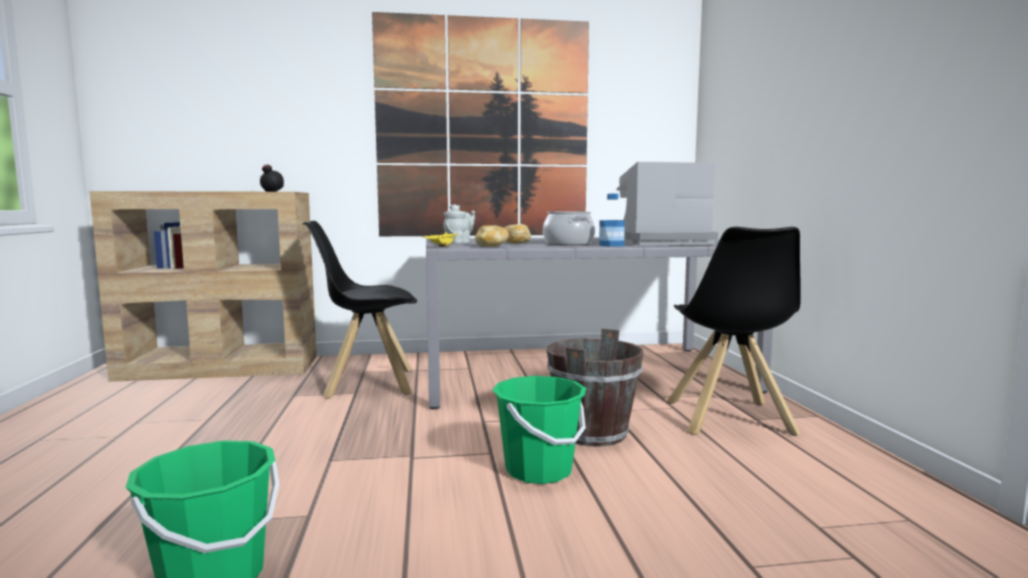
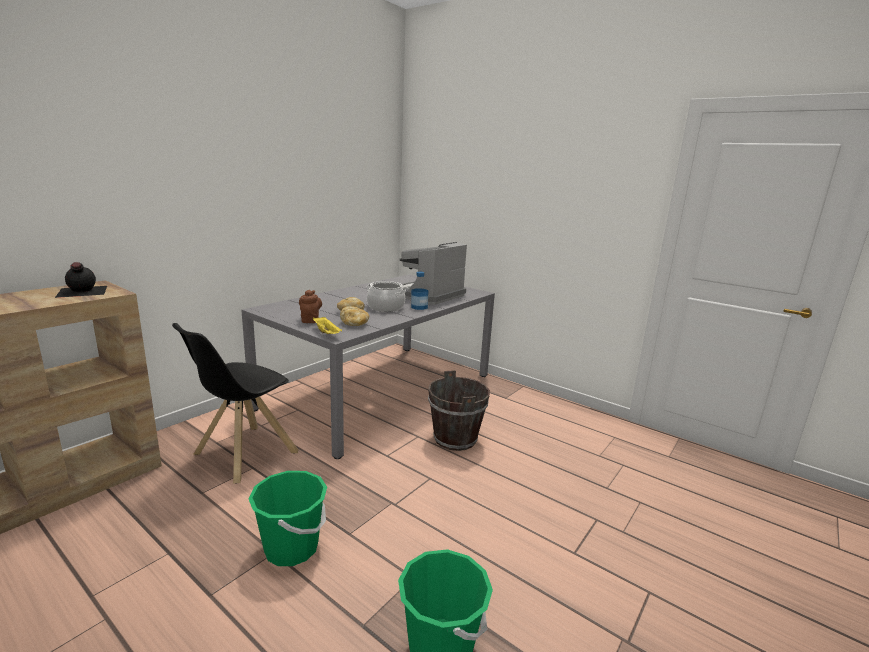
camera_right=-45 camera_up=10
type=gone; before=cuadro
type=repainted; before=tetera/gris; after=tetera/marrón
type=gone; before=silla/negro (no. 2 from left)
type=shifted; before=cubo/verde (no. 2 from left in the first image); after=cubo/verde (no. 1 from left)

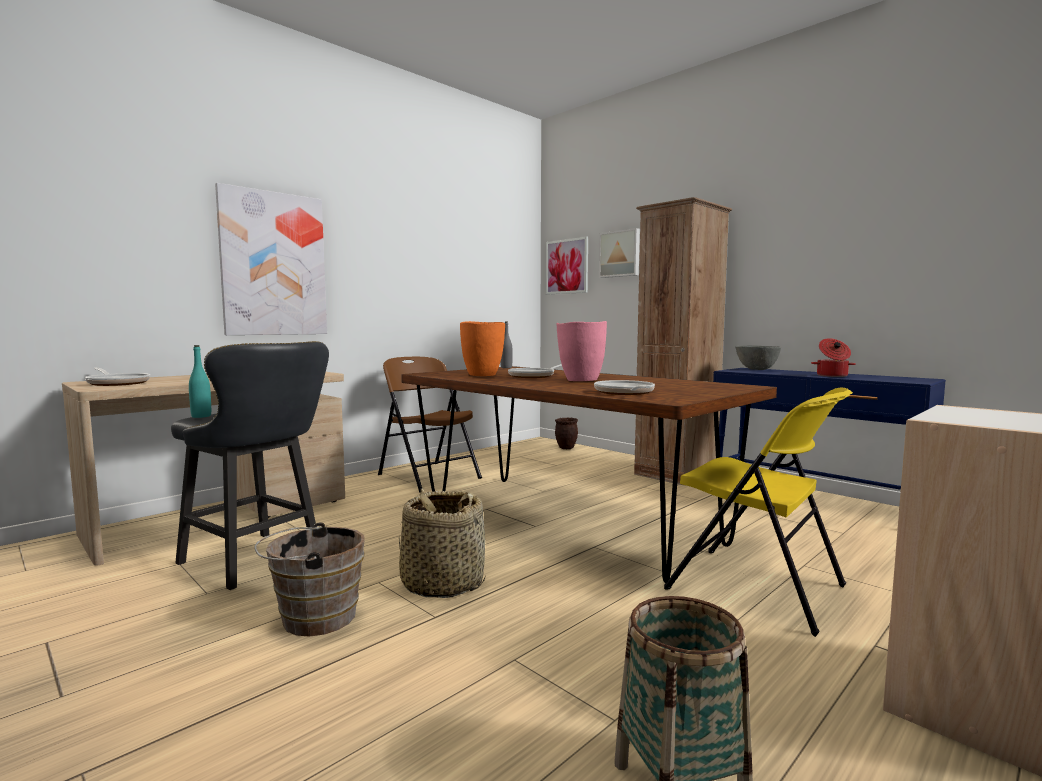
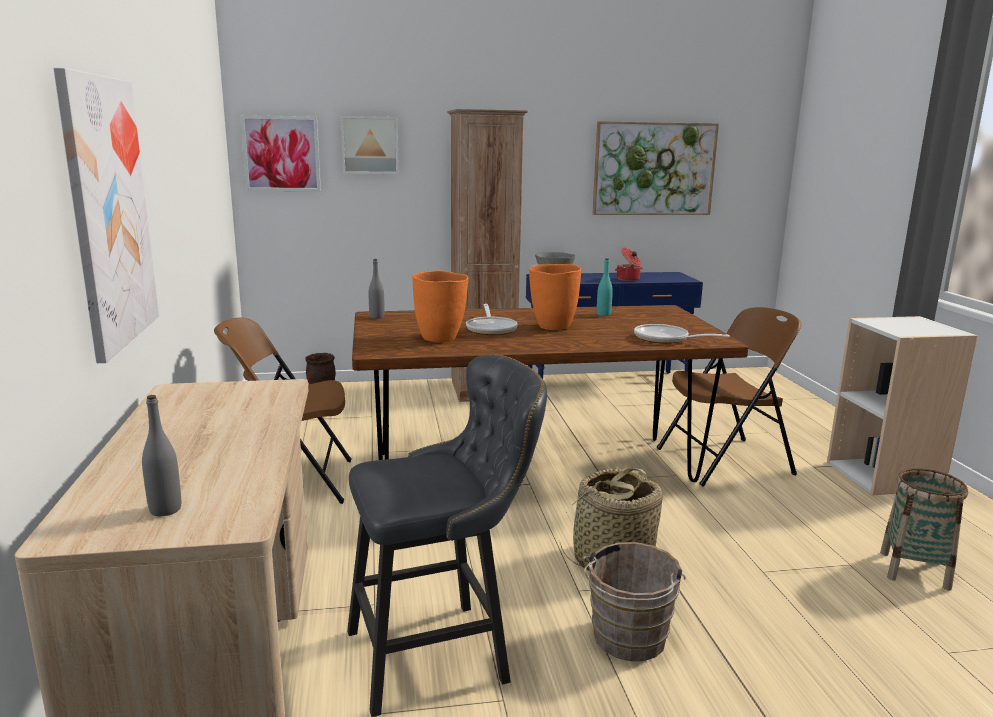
camera_right=-55 camera_up=10
type=repainted; before=florero/rosa; after=florero/naranja (no. 2 from left)
type=shifted; before=botella/turquesa
type=swapped; before=sartén (no. 1 from left); after=botella/gris (no. 1 from left)
type=repainted; before=silla/amarillo; after=silla/marrón (no. 2 from left)
type=new; after=cuadro (no. 4 from left)

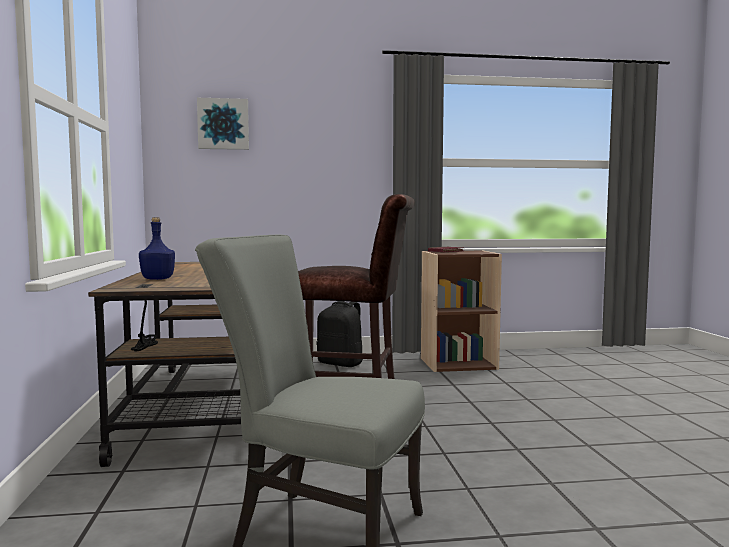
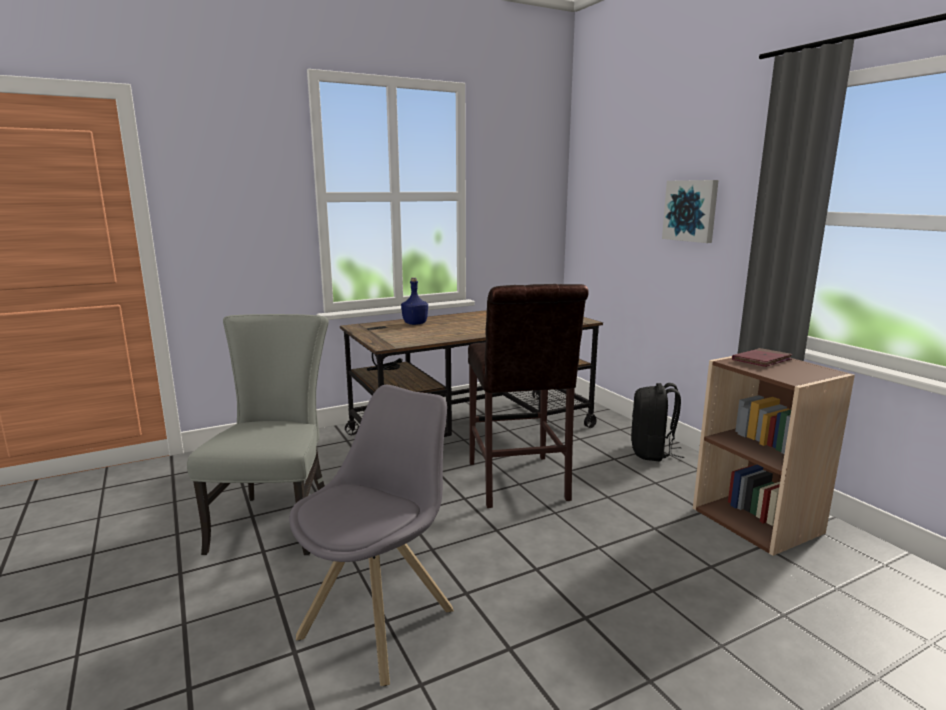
camera_right=70 camera_up=10
type=shifted; before=cuadro
type=new; after=silla/gris (no. 2 from left)

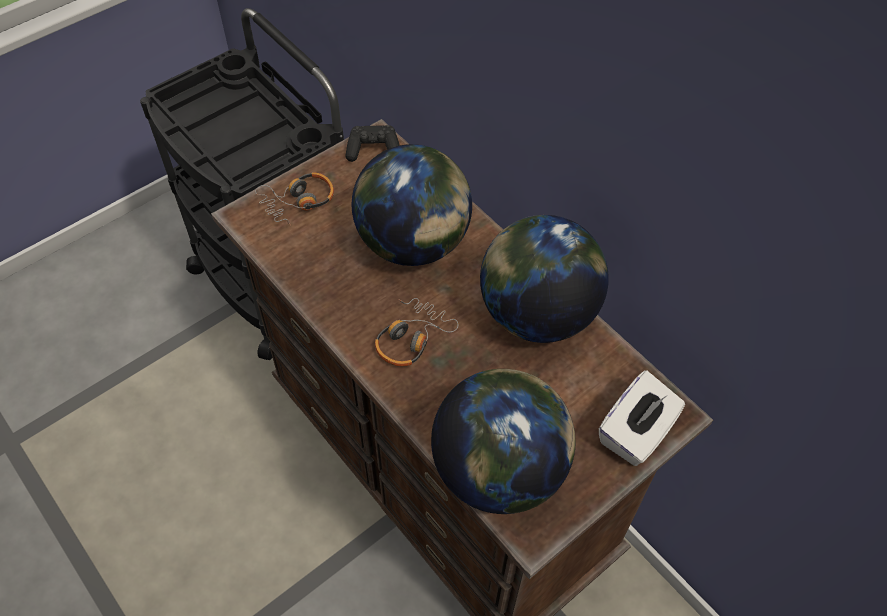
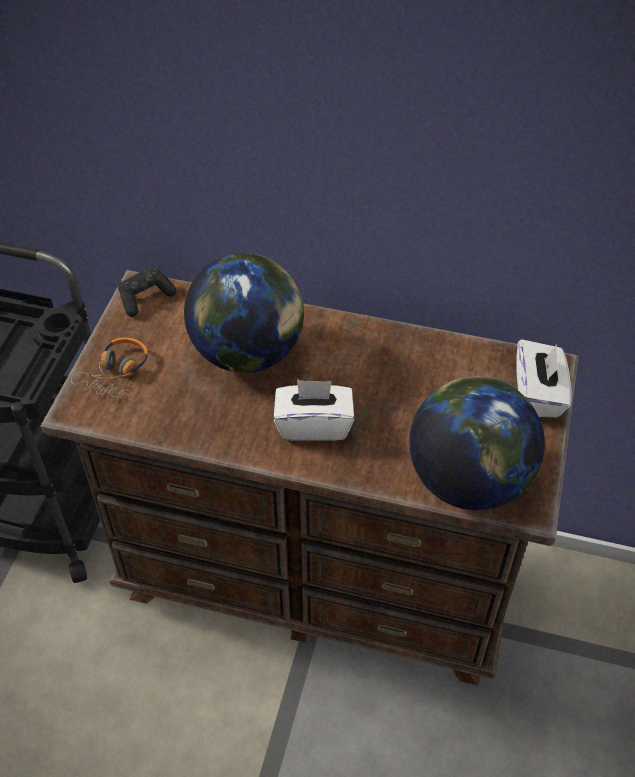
camera_right=-35 camera_up=-5
type=gone; before=globo terráqueo (no. 3 from left)
type=swapped; before=auriculares (no. 2 from left); after=caja de pañuelos/blanco (no. 1 from left)

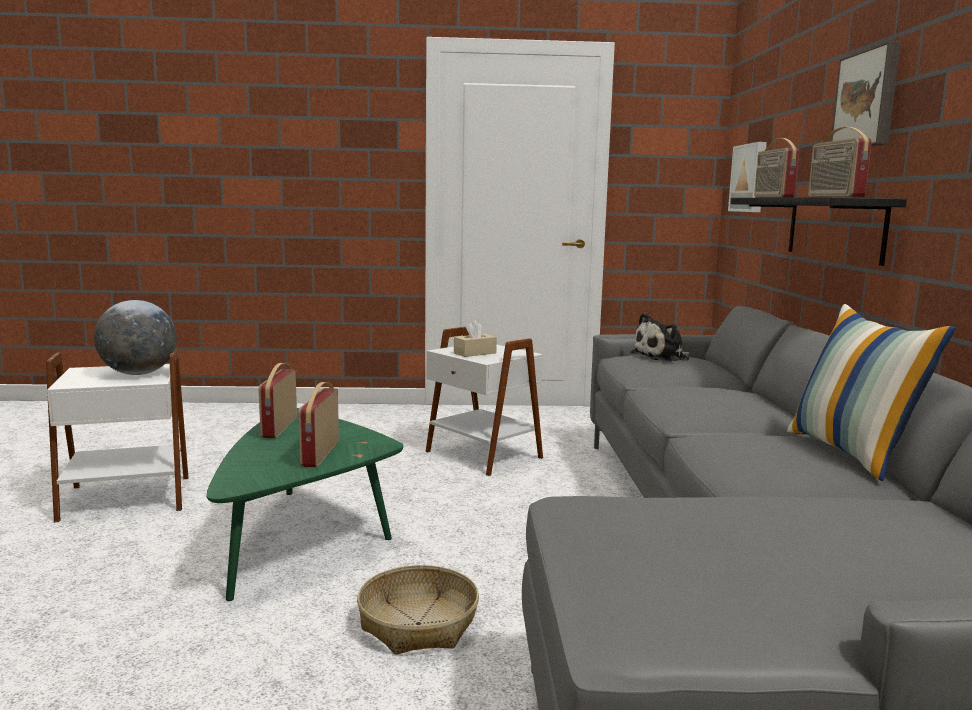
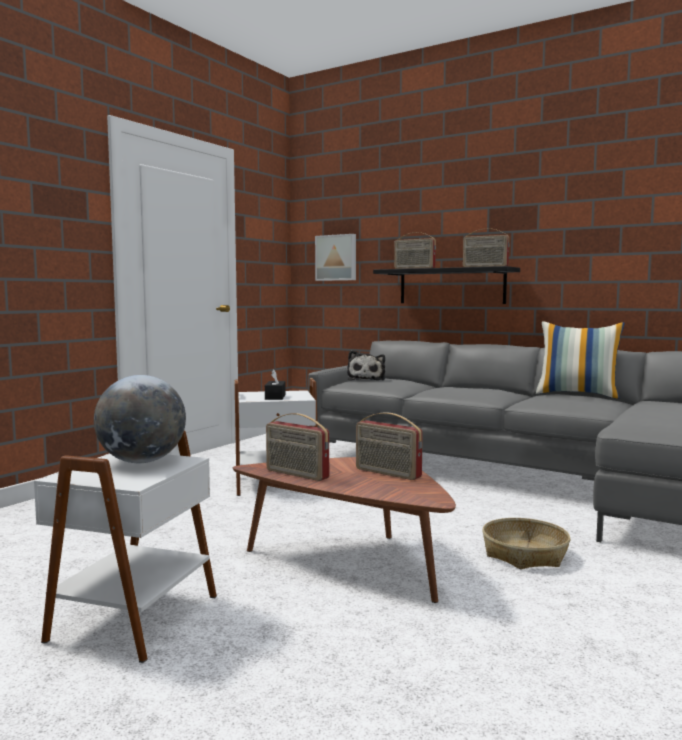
camera_right=-55 camera_up=-5
type=gone; before=cuadro (no. 2 from left)
type=repainted; before=caja de pañuelos/beis; after=caja de pañuelos/negro
type=repainted; before=mesa de centro/verde; after=mesa de centro/marrón

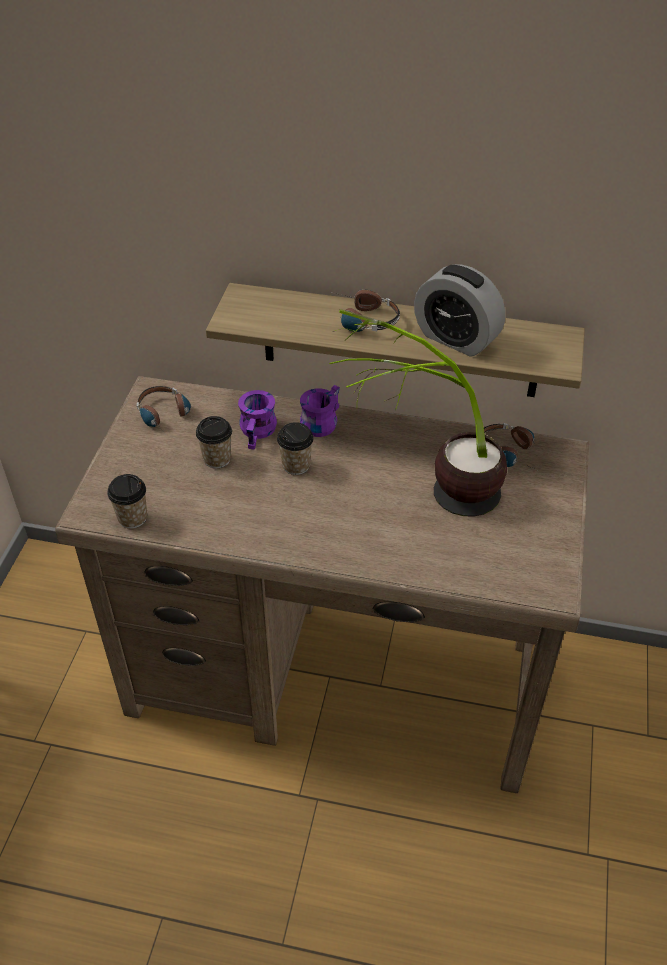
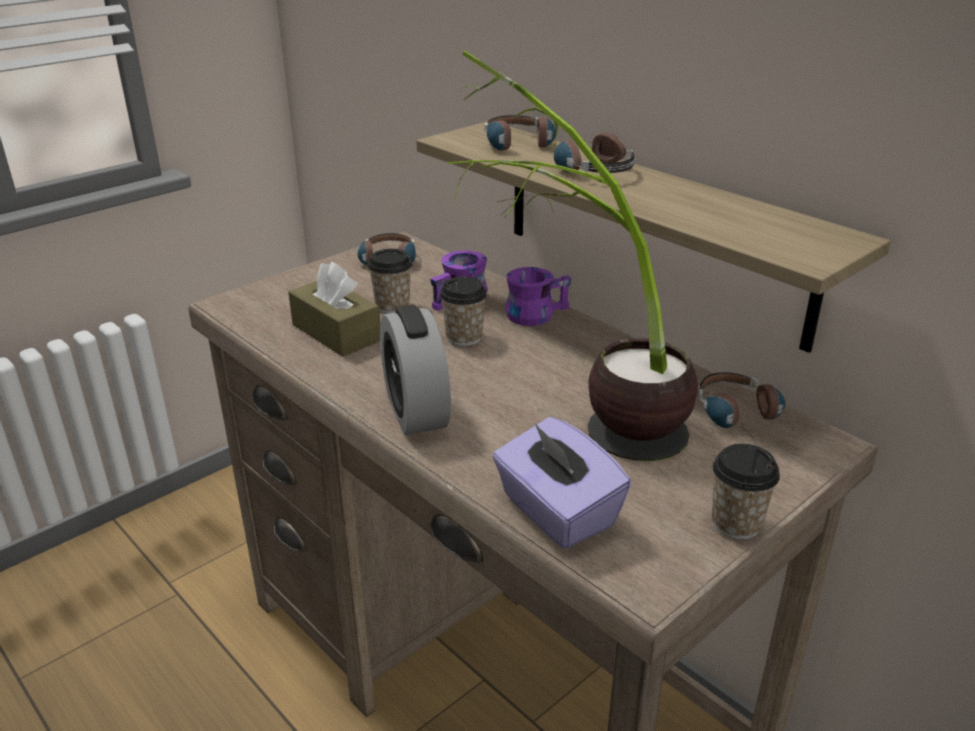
camera_right=35 camera_up=-15
type=shifted; before=despertador
type=shifted; before=taza (no. 1 from left in the first image); after=taza (no. 3 from left)
type=new; after=auriculares (no. 2 from left)
type=new; after=caja de pañuelos/marrón
type=new; after=caja de pañuelos/morado

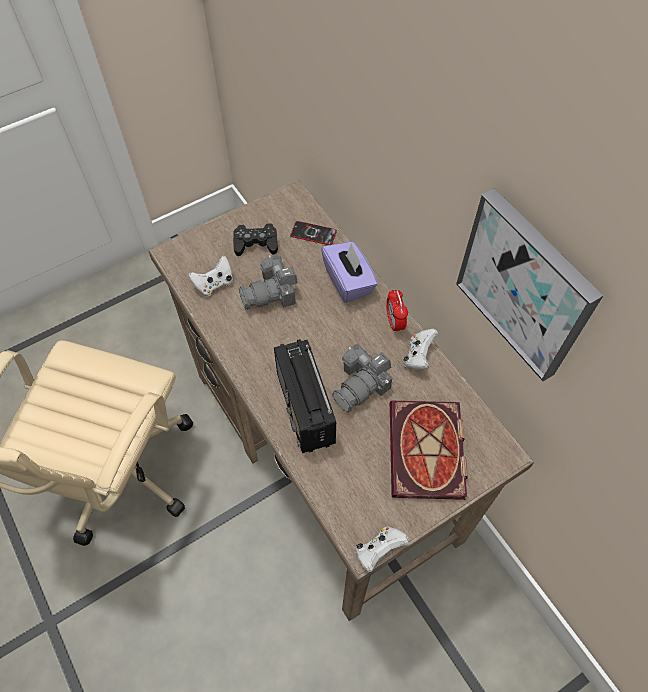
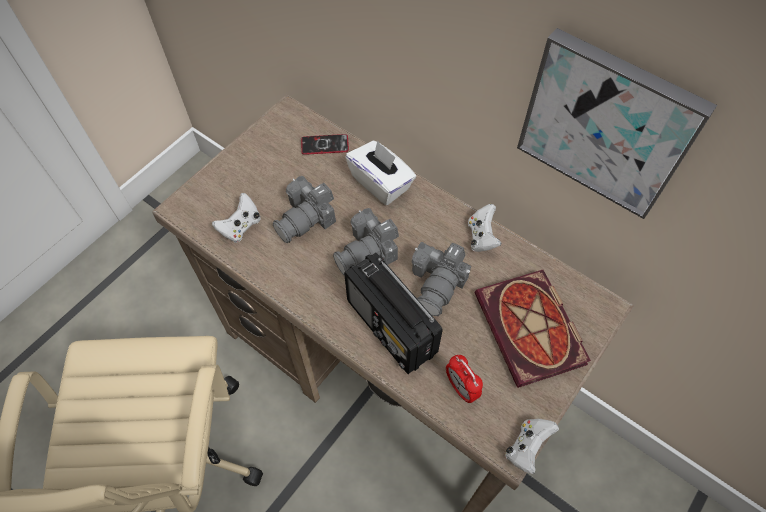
camera_right=-20 camera_up=0
type=gone; before=mando de consola/negro
type=repainted; before=caja de pañuelos/morado; after=caja de pañuelos/blanco
type=shifted; before=despertador
type=new; after=cámara (no. 2 from left)

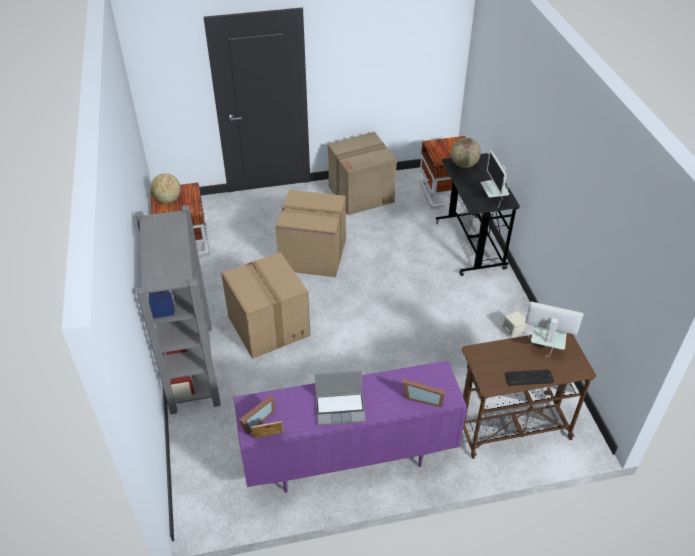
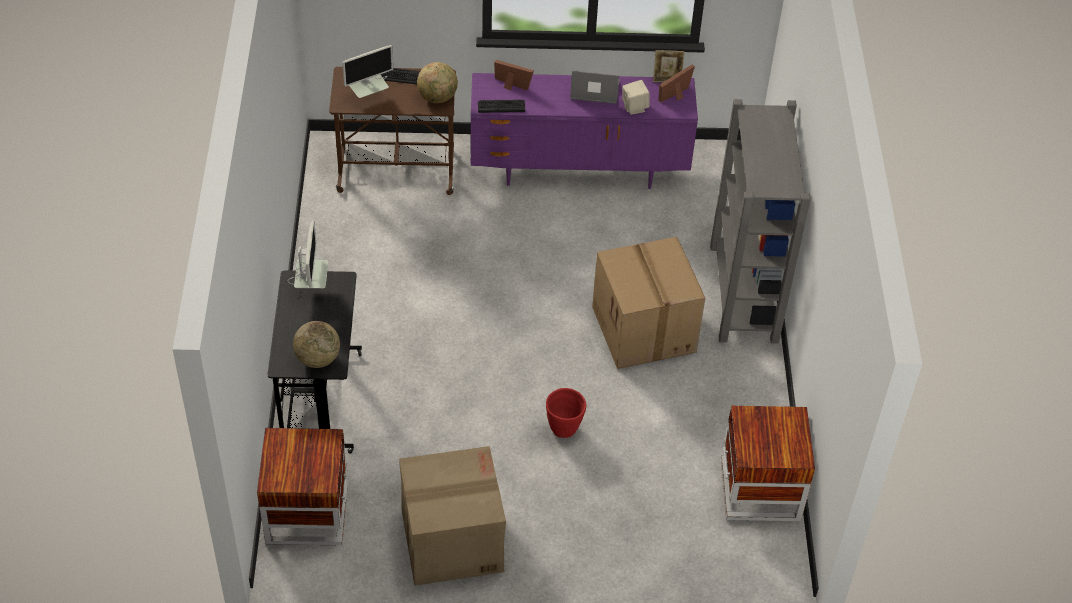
camera_right=-170 camera_up=5
type=shifted; before=globo terráqueo (no. 1 from left in the first image); after=globo terráqueo (no. 2 from left)
type=swapped; before=caja de cartón (no. 2 from left); after=maceta/rojo
type=rotated; before=monitor (no. 2 from left); turn=-60
type=shifted; before=altavoz/beis
type=new; after=teclado (no. 2 from left)

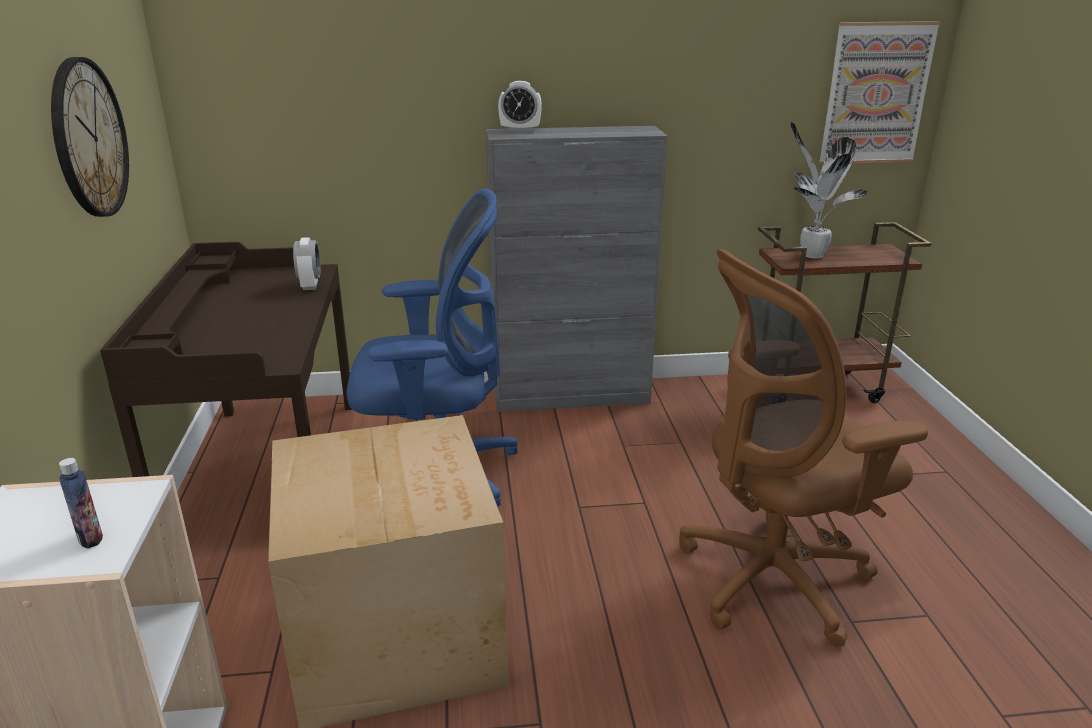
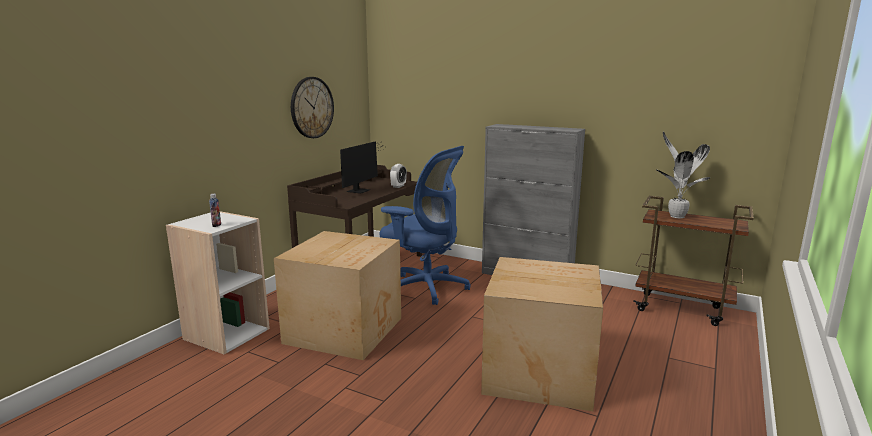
camera_right=35 camera_up=-10
type=gone; before=cuadro
type=gone; before=despertador (no. 2 from left)
type=swapped; before=silla de oficina/marrón; after=caja de cartón (no. 2 from left)
type=new; after=monitor

